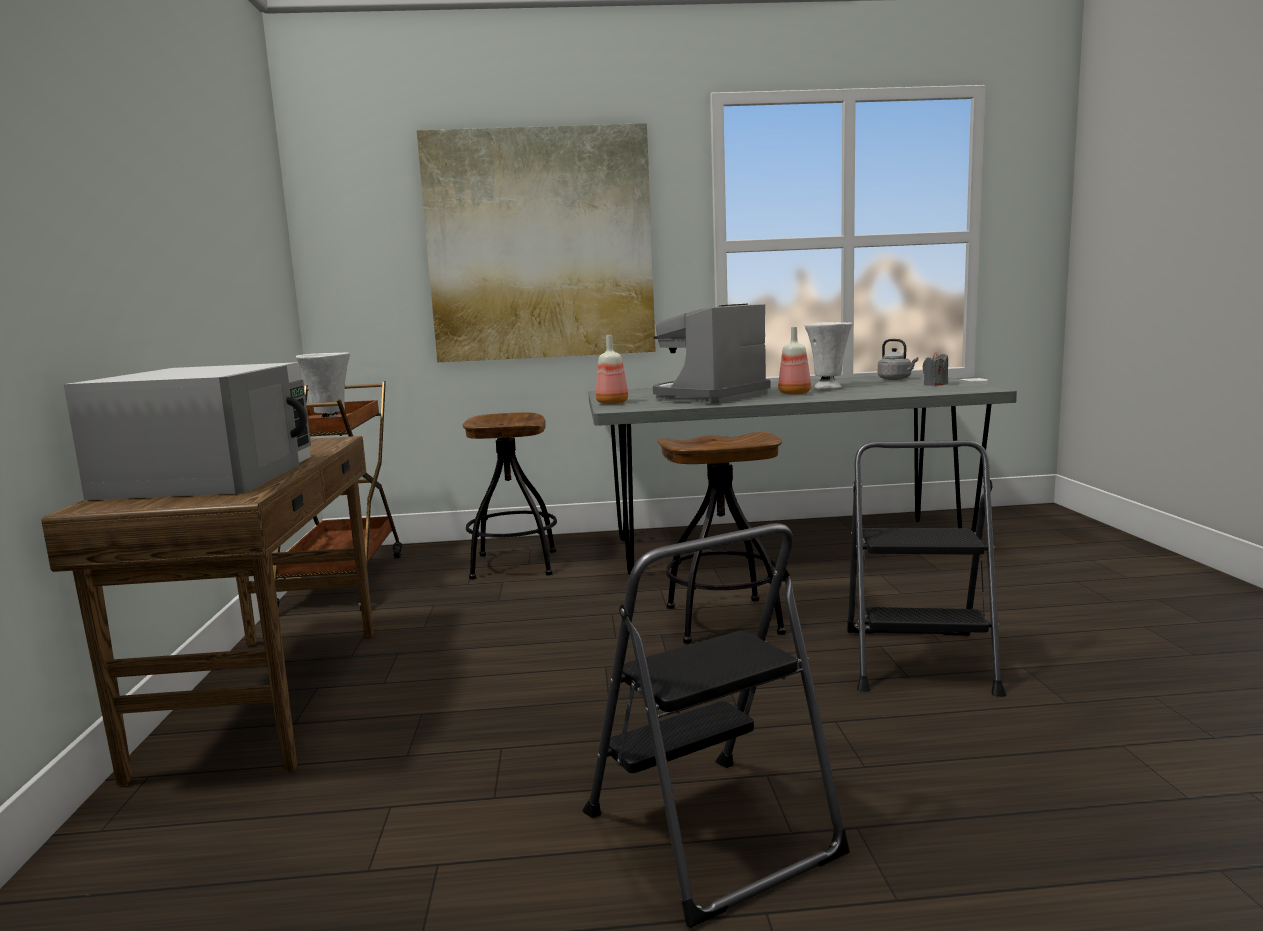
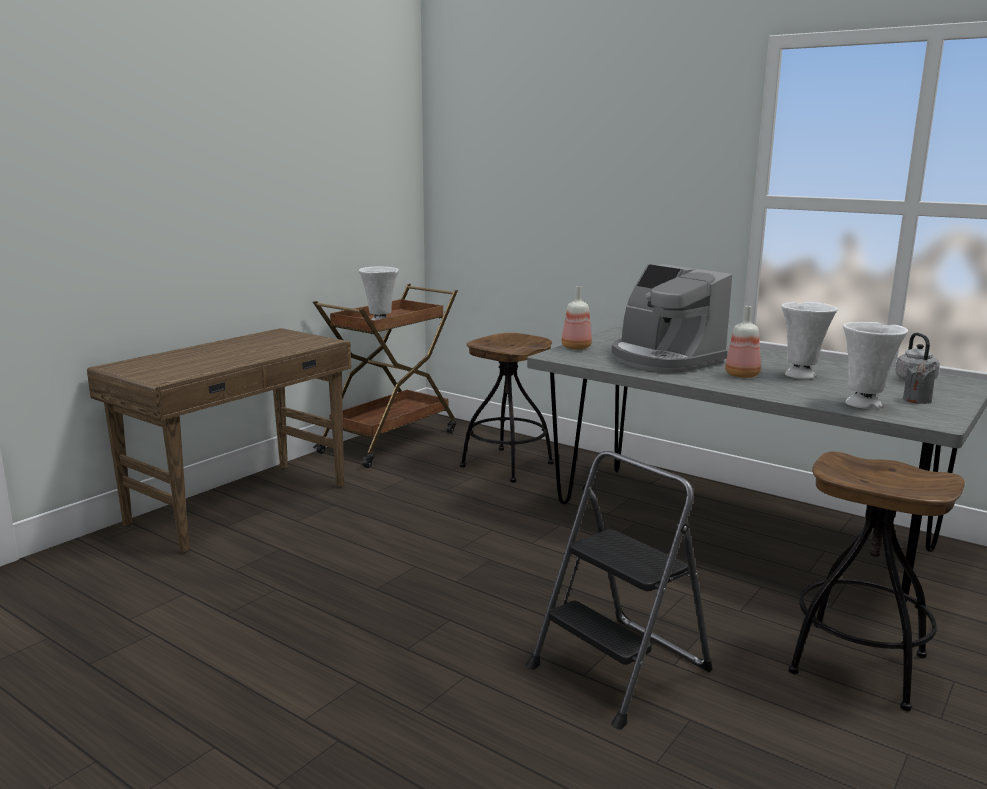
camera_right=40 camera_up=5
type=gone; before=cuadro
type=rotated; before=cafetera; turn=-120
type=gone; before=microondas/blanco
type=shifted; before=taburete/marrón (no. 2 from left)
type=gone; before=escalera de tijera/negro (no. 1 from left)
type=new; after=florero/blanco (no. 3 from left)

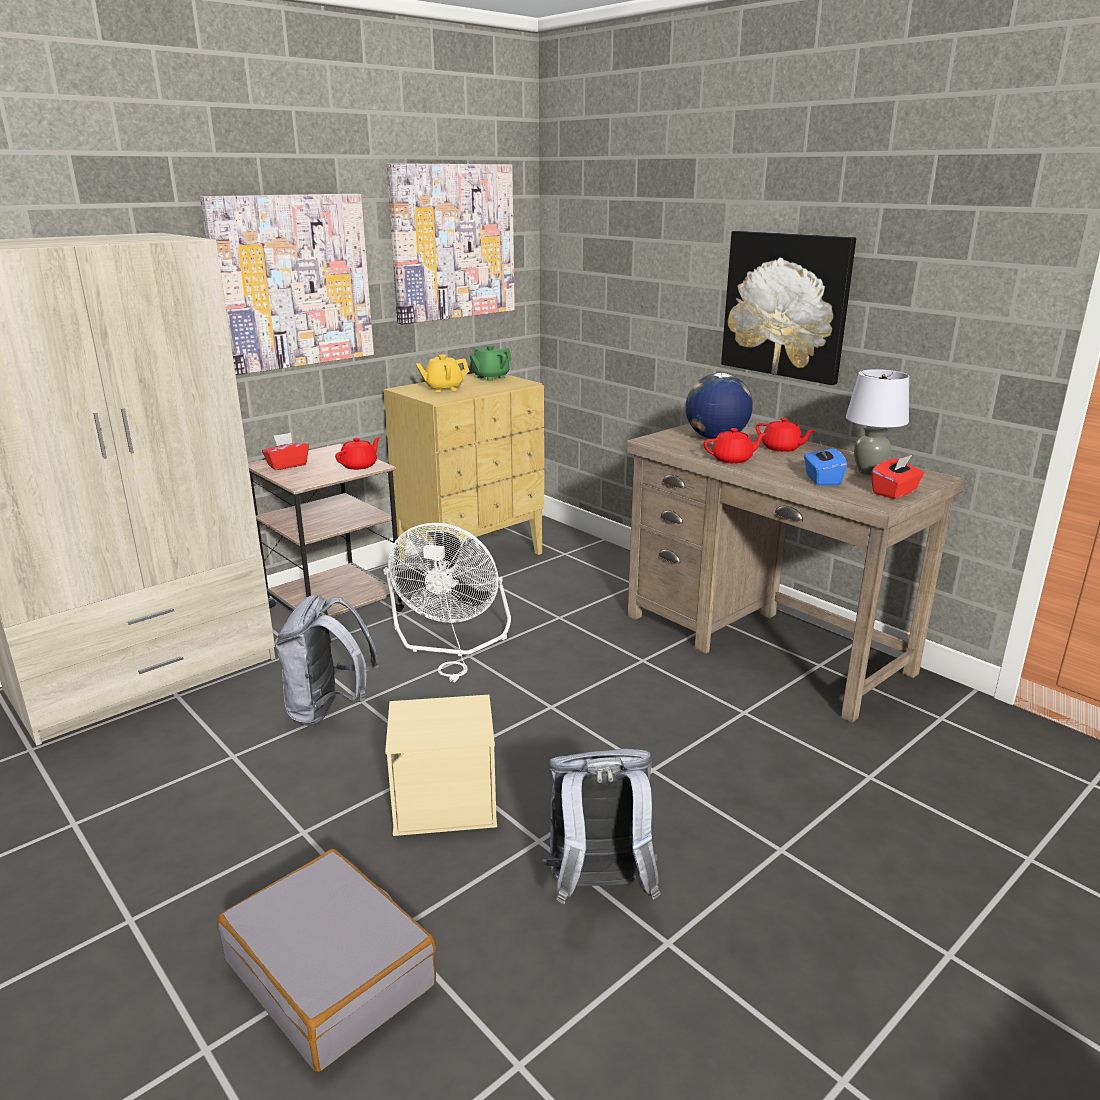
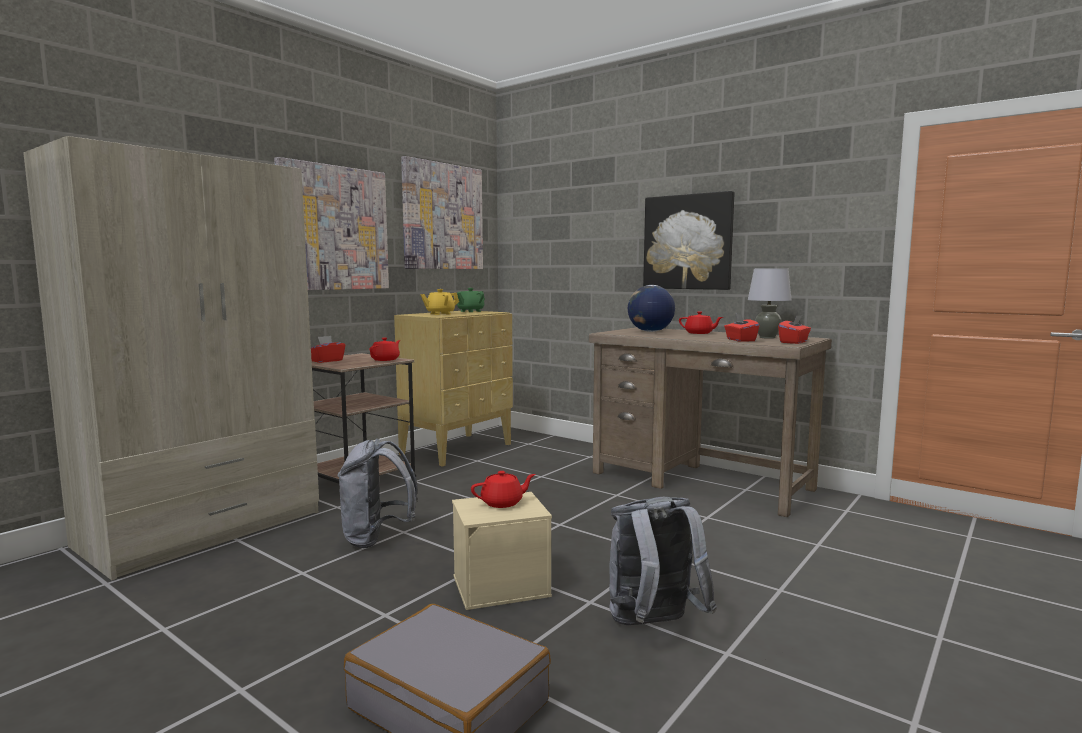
camera_right=-10 camera_up=-15
type=shifted; before=tetera/rojo (no. 2 from left)
type=repainted; before=caja de pañuelos/azul; after=caja de pañuelos/rojo (no. 2 from left)
type=gone; before=ventilador/blanco

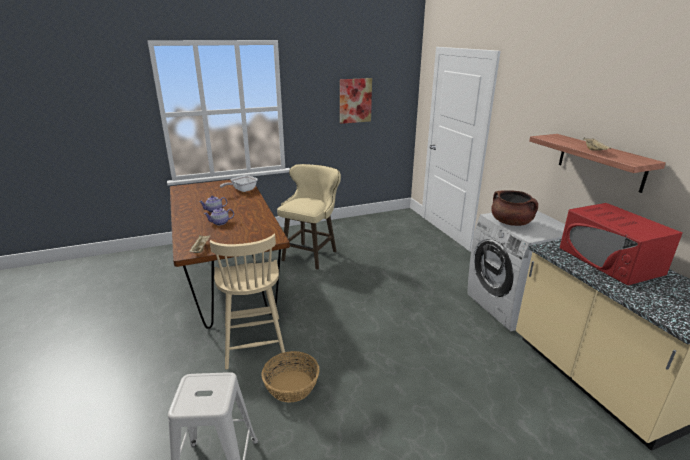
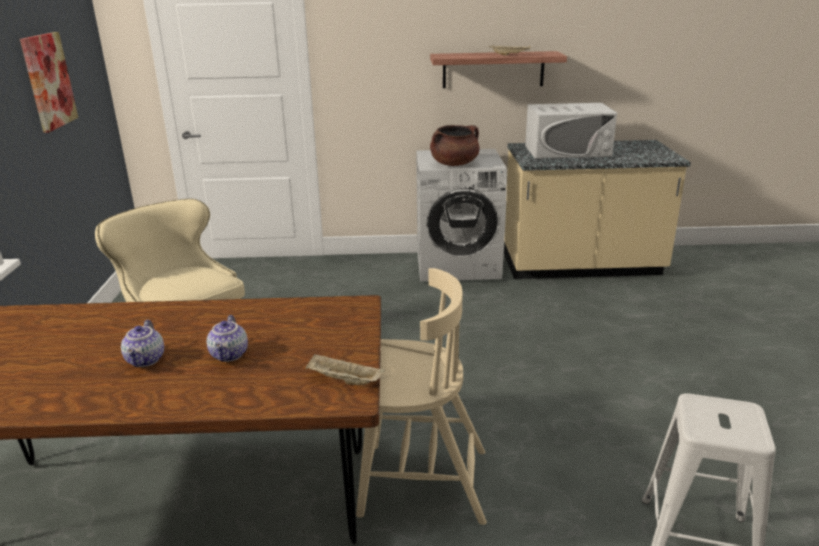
camera_right=-70 camera_up=0
type=gone; before=sartén
type=repainted; before=microondas/rojo; after=microondas/blanco
type=gone; before=cesta

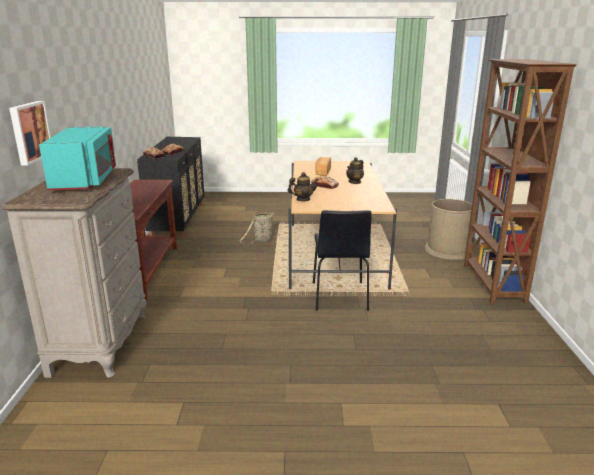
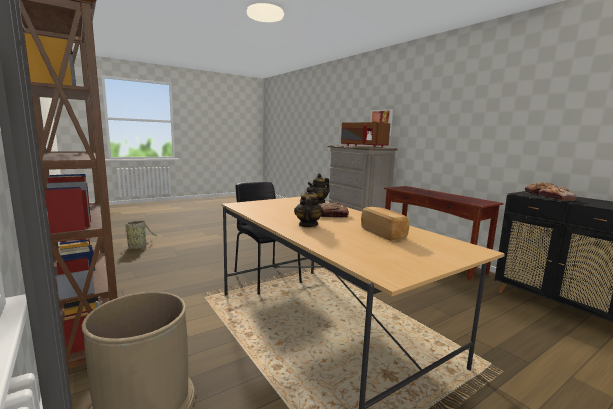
camera_right=145 camera_up=-10
type=repainted; before=microondas/turquesa; after=microondas/marrón
type=shifted; before=cesta

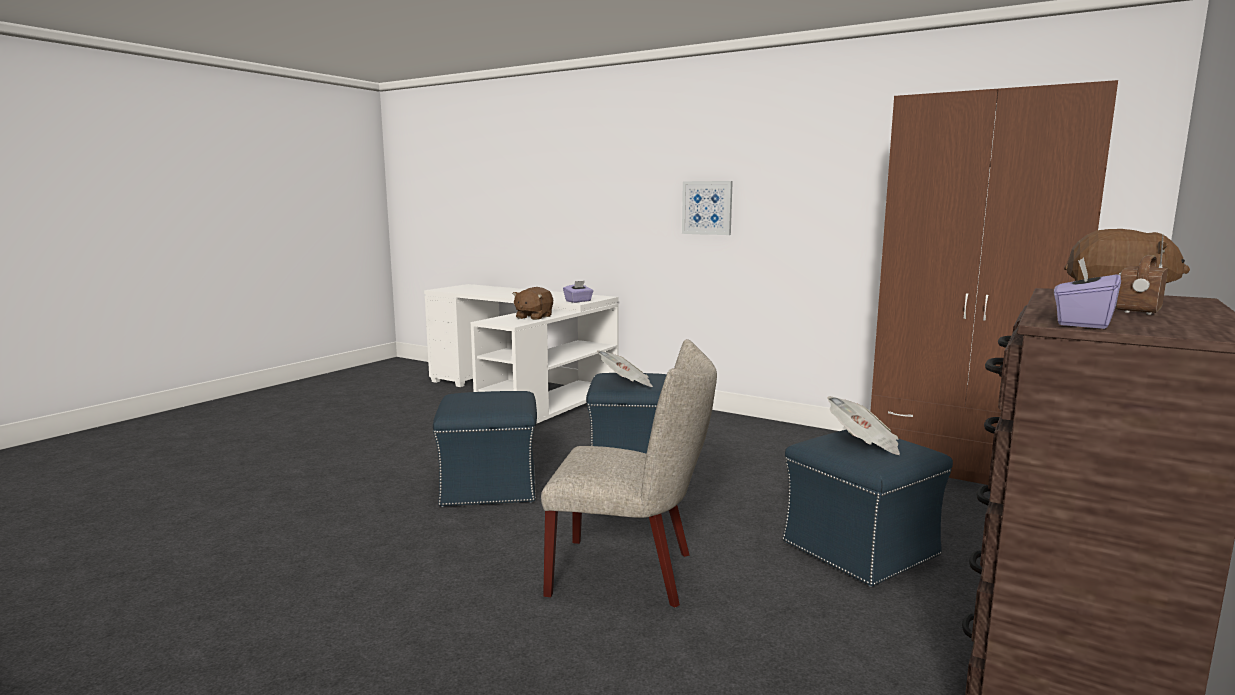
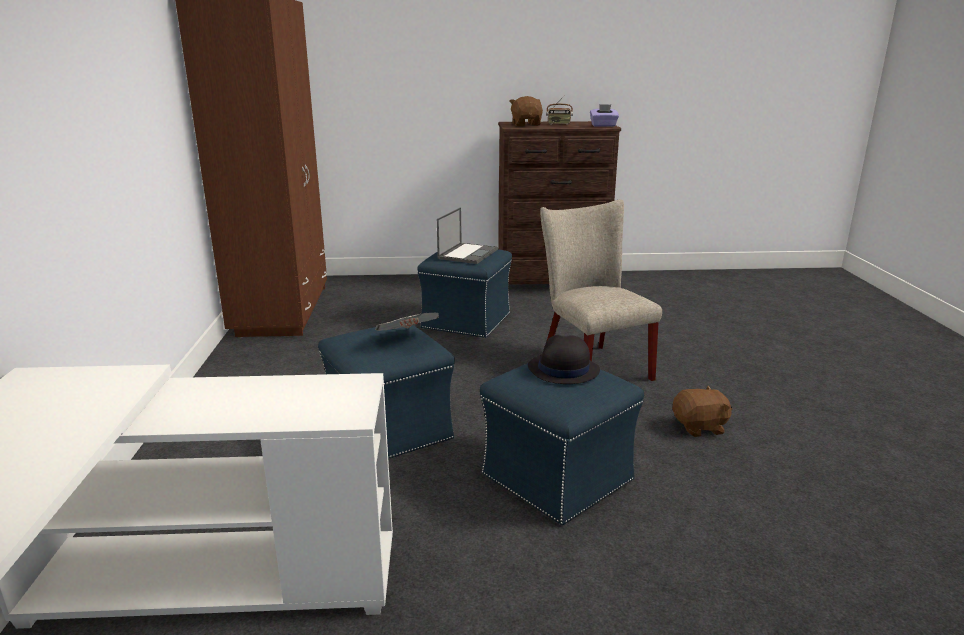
camera_right=-125 camera_up=10
type=gone; before=cuadro
type=gone; before=caja de pañuelos/morado (no. 1 from left)
type=shifted; before=peluche/marrón (no. 1 from left in the first image); after=peluche/marrón (no. 2 from left)
type=swapped; before=periódico (no. 2 from left); after=portátil
type=new; after=sombrero/negro

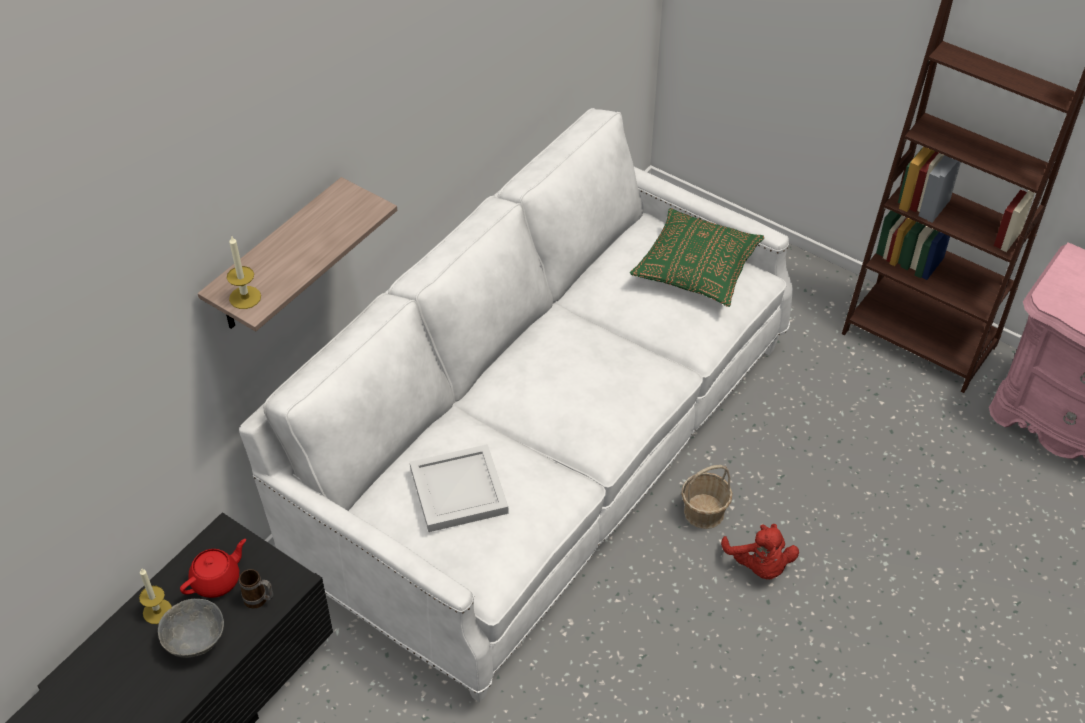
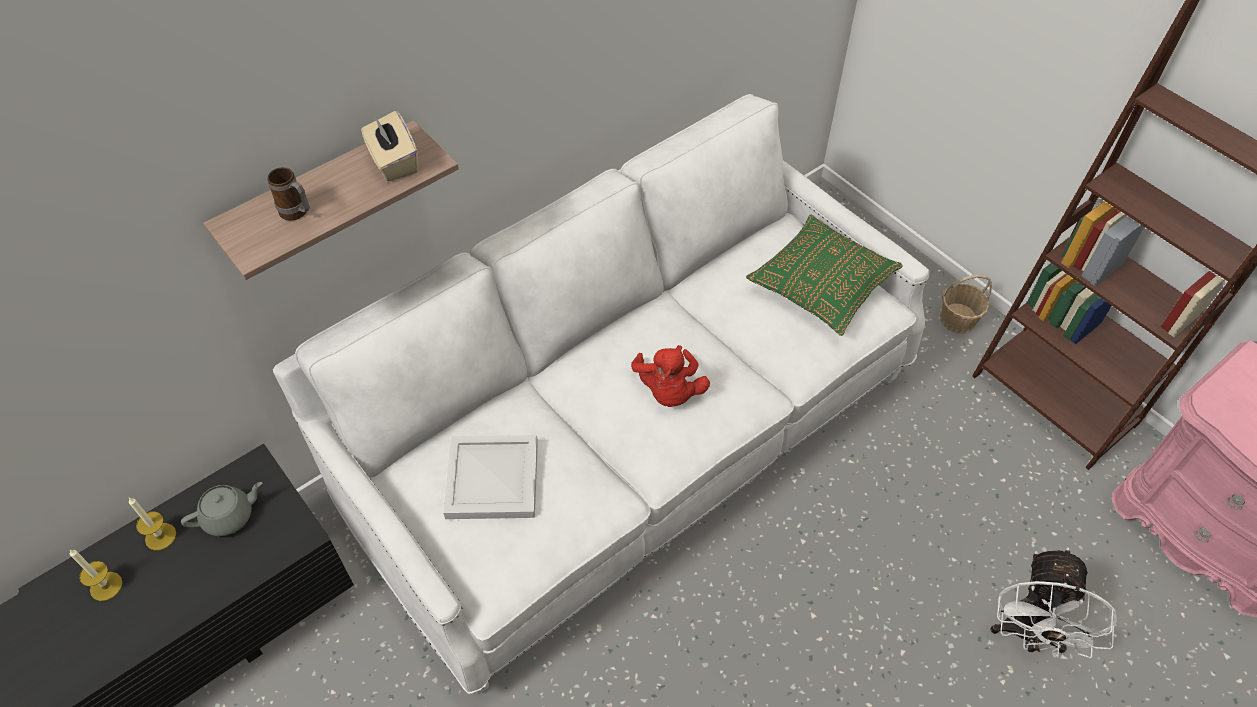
camera_right=15 camera_up=5
type=shifted; before=vela (no. 2 from left in the first image); after=vela (no. 1 from left)
type=shifted; before=cesta
type=shifted; before=peluche/rojo
type=repainted; before=tetera/rojo; after=tetera/gris
type=shifted; before=taza grande
type=gone; before=cuenco/gris
type=new; after=caja de pañuelos/beis
type=new; after=ventilador/blanco

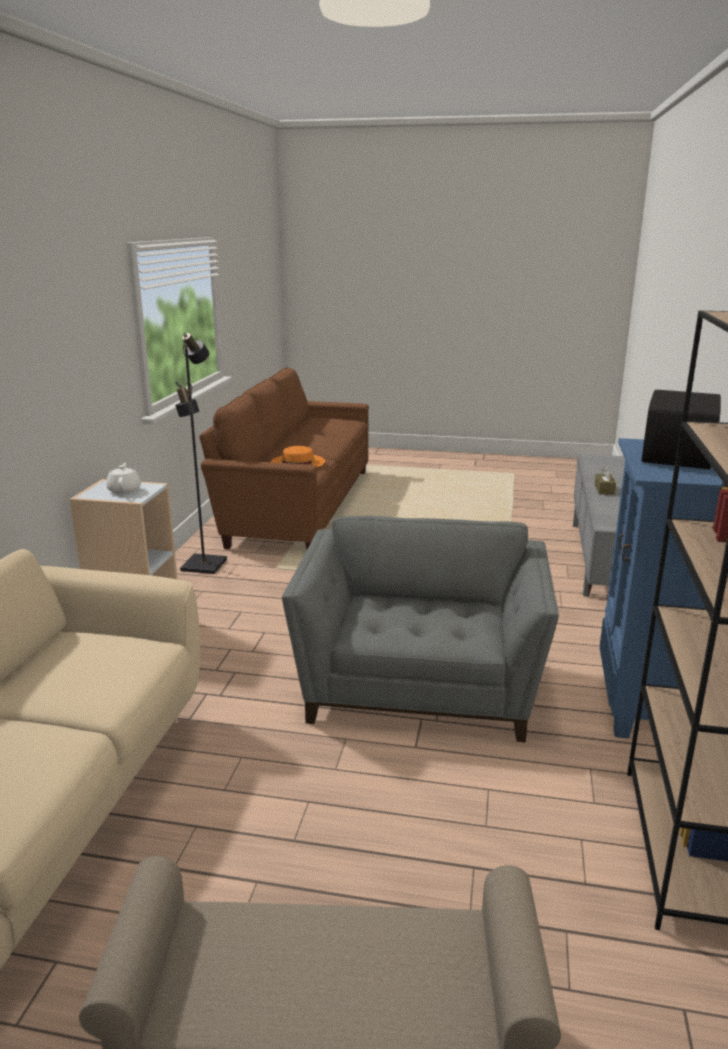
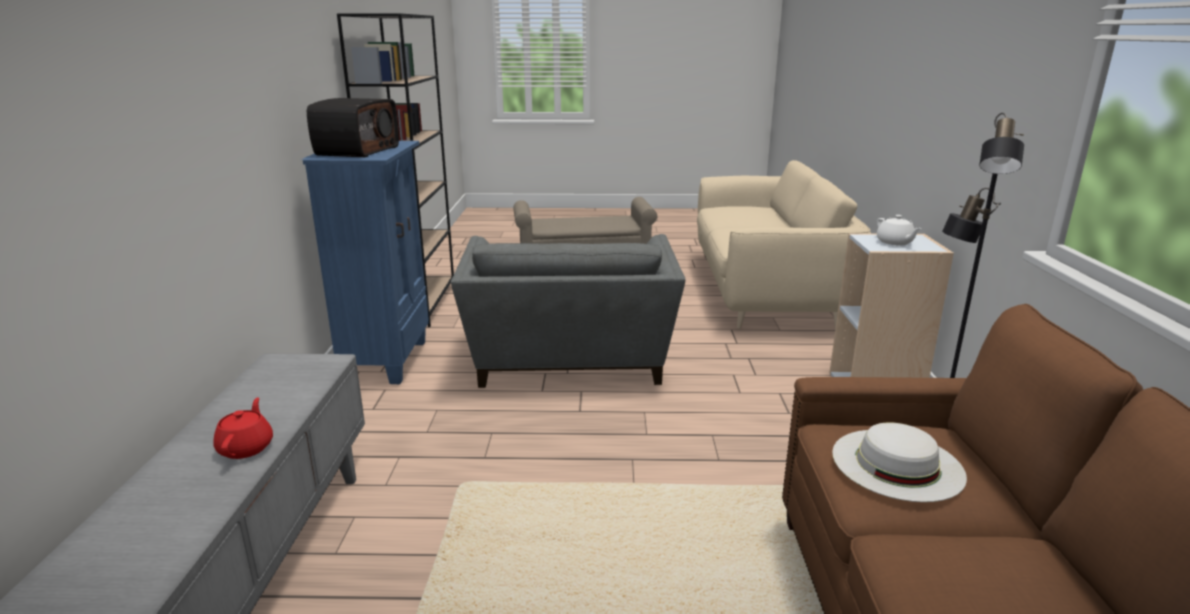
camera_right=170 camera_up=0
type=repainted; before=sombrero/naranja; after=sombrero/blanco
type=swapped; before=caja de pañuelos/marrón; after=tetera/rojo

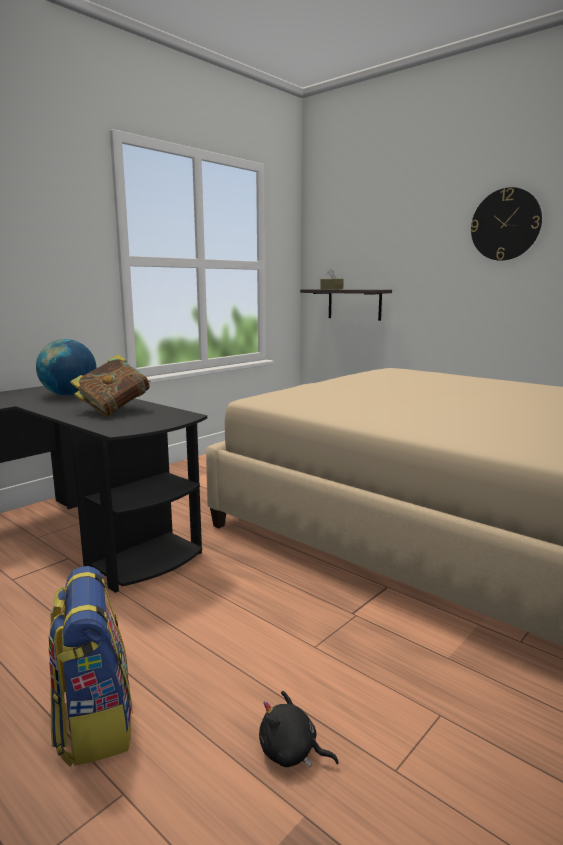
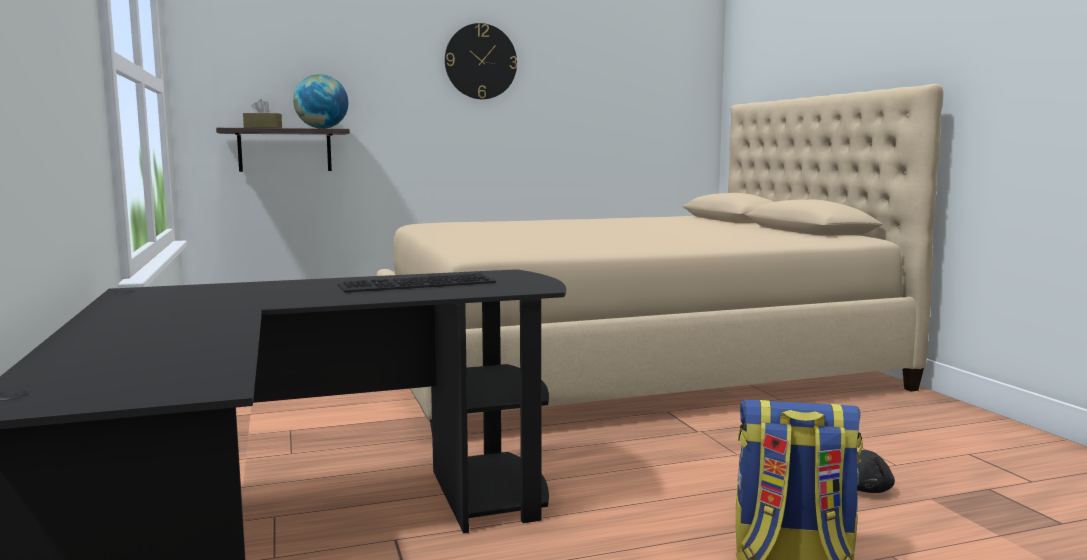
camera_right=-60 camera_up=-5
type=shifted; before=globo terráqueo
type=swapped; before=libro; after=teclado

